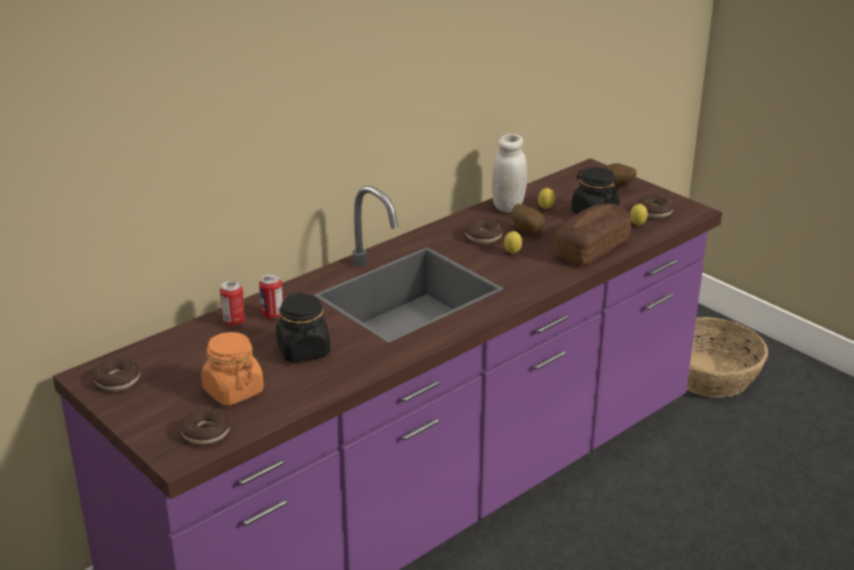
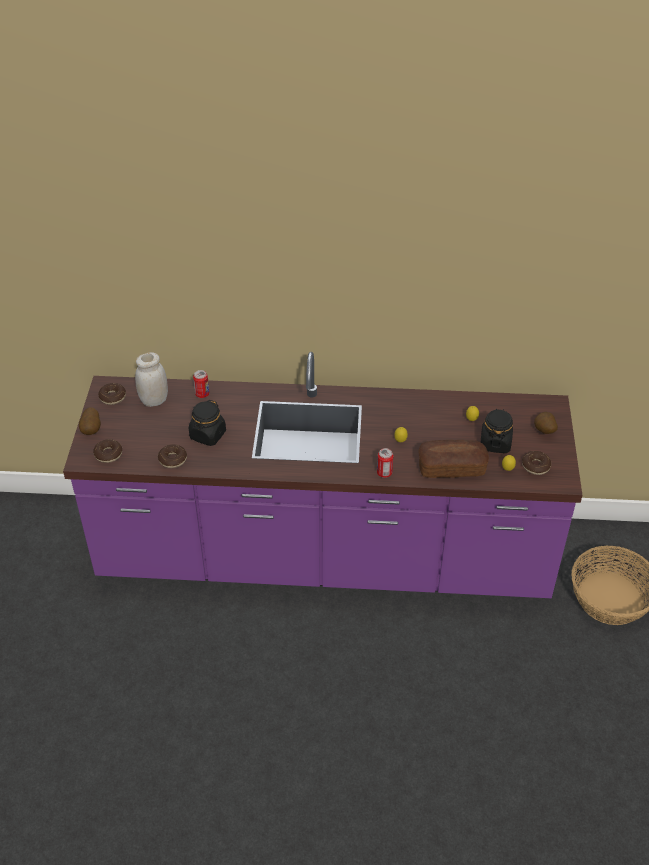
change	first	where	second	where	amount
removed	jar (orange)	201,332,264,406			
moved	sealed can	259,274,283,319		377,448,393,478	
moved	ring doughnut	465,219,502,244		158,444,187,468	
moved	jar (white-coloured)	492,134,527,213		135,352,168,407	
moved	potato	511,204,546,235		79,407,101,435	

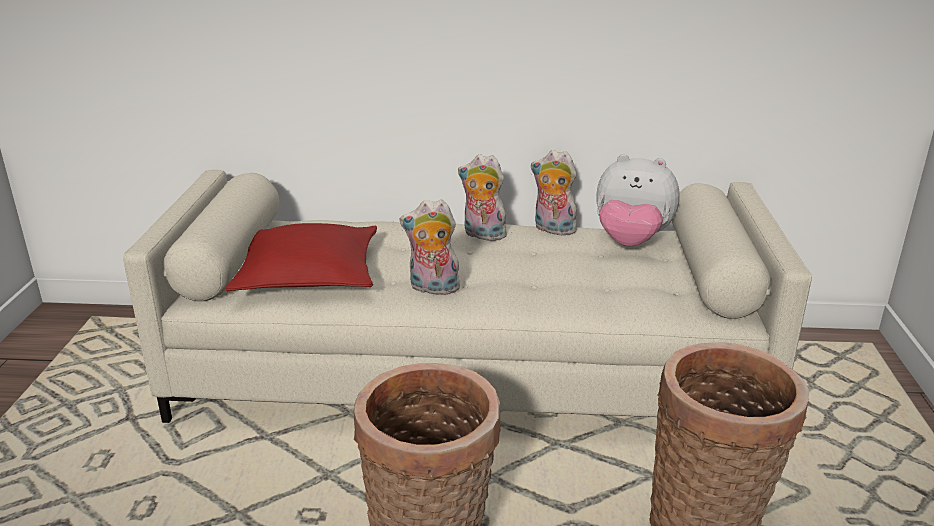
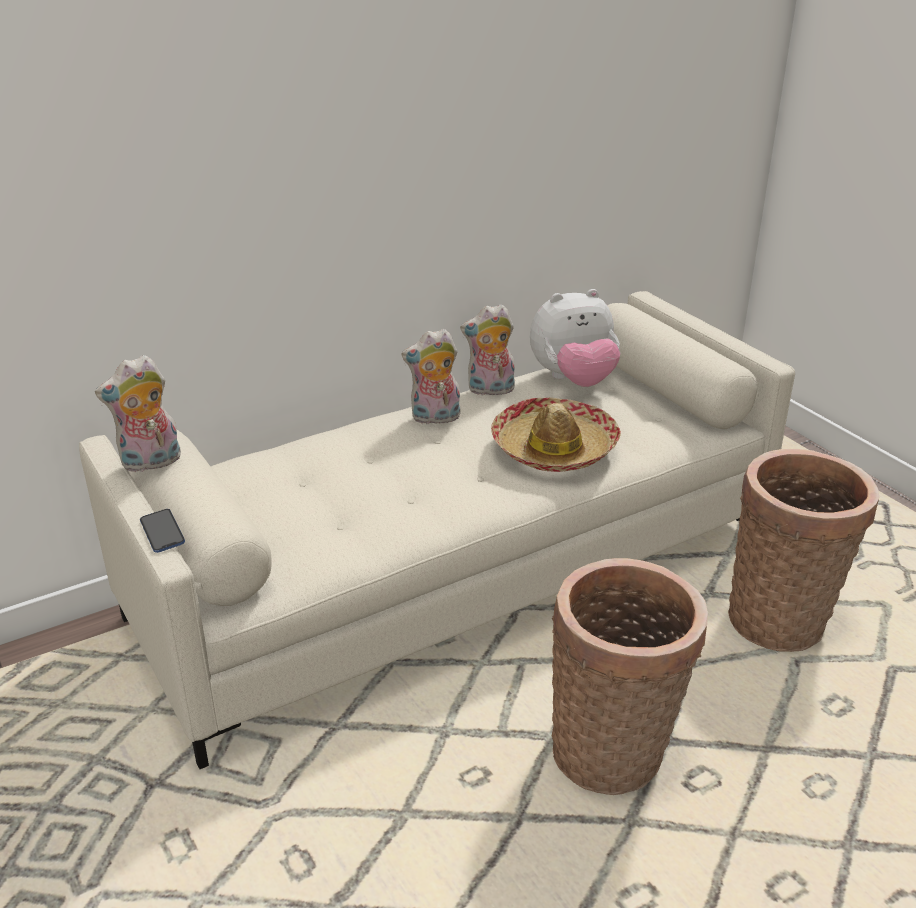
change	first	where	second	where	amount
removed	pillow (reddish)	226,223,377,291			
added			phone	140,509,185,553	
added			wearable hat	491,397,621,472	
moved	cuddly toy	400,199,462,295		95,355,181,472	

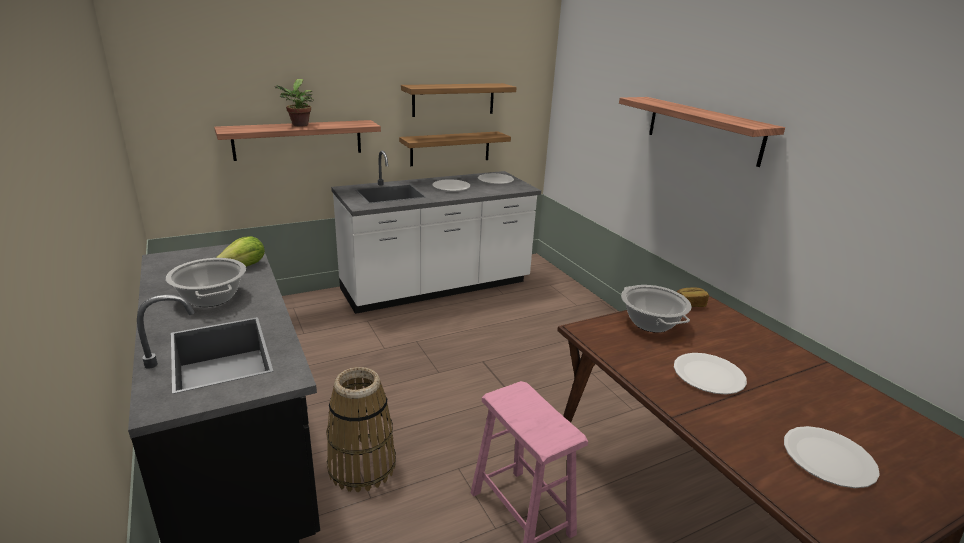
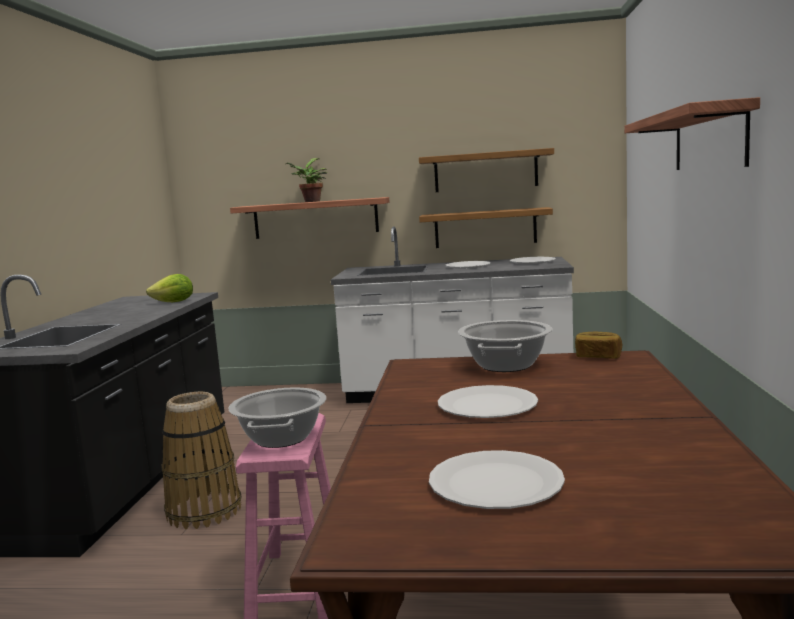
change	first	where	second	where	amount
moved	saucepot	166,258,246,307		228,387,326,448	

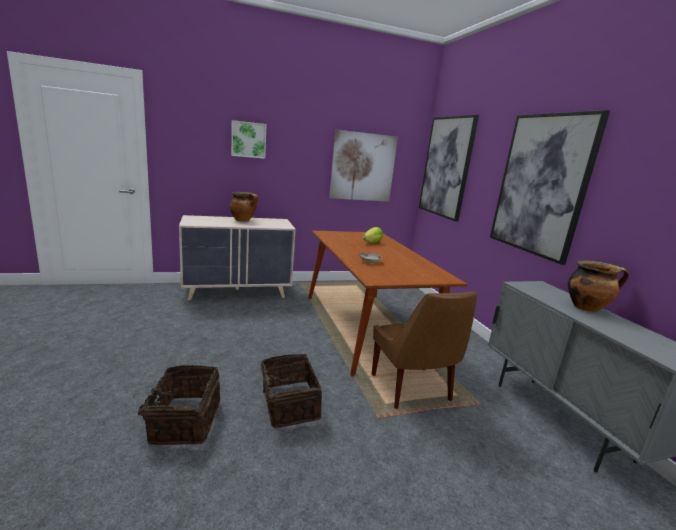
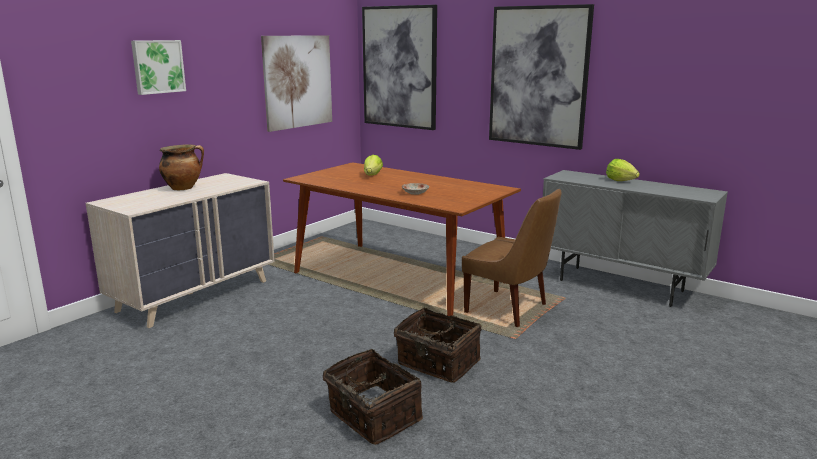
change	first	where	second	where	amount
replaced	saucepot	568,260,629,312	lettuce	606,159,640,181	

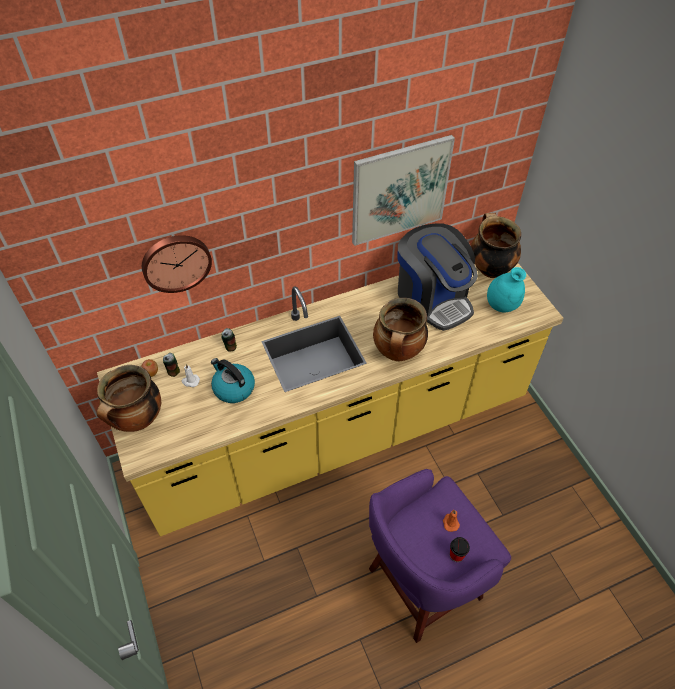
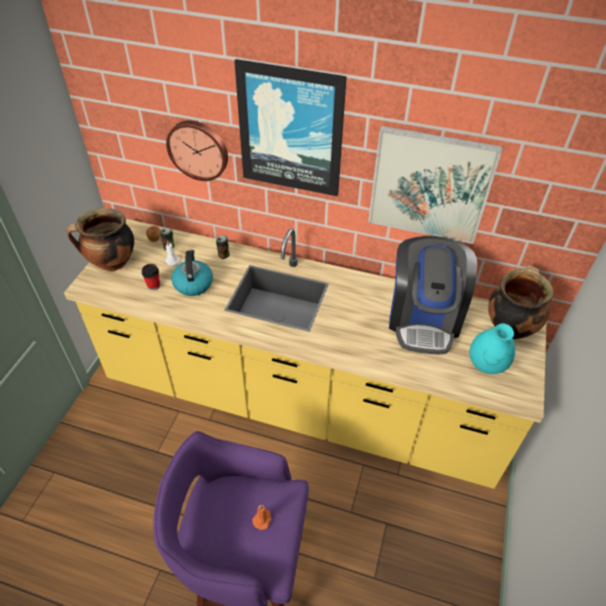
change	first	where	second	where	amount
removed	saucepot	373,298,428,361			
added			wall art	234,59,347,196	
moved	small cup	450,537,470,562		142,264,160,290	

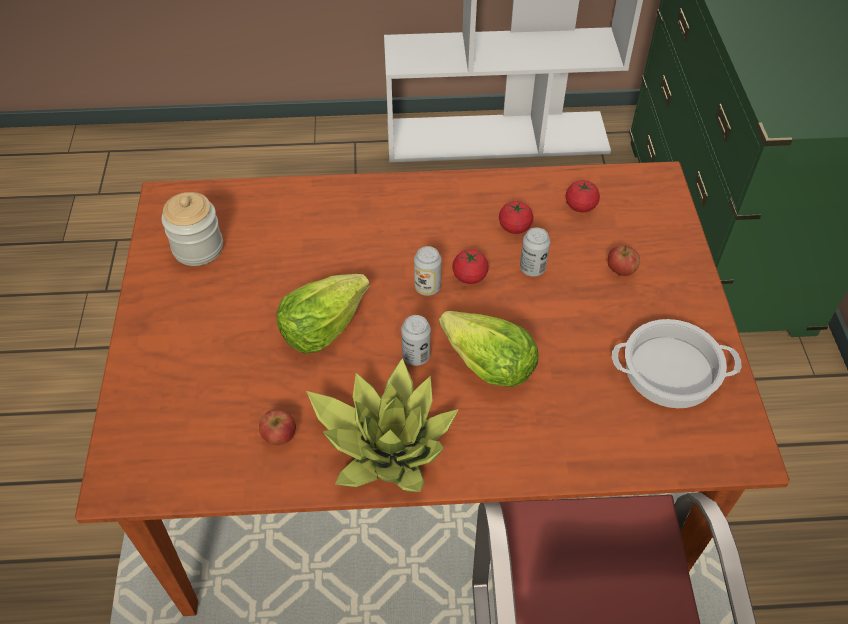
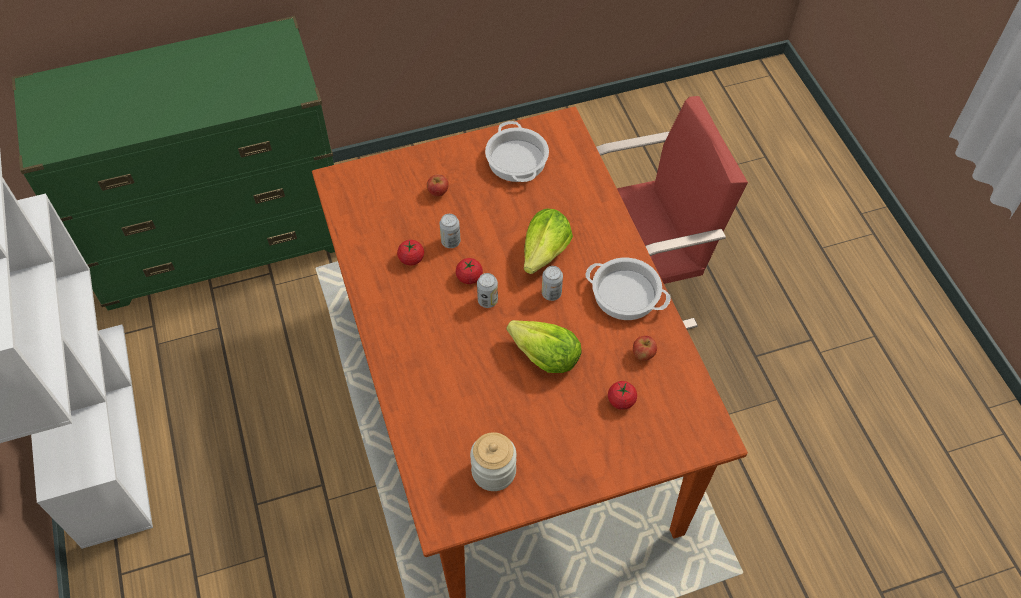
change	first	where	second	where	amount
moved	whole tomato	566,180,600,212		608,381,637,410	
replaced	plant in a pot	306,358,458,492	saucepot	586,258,671,320	

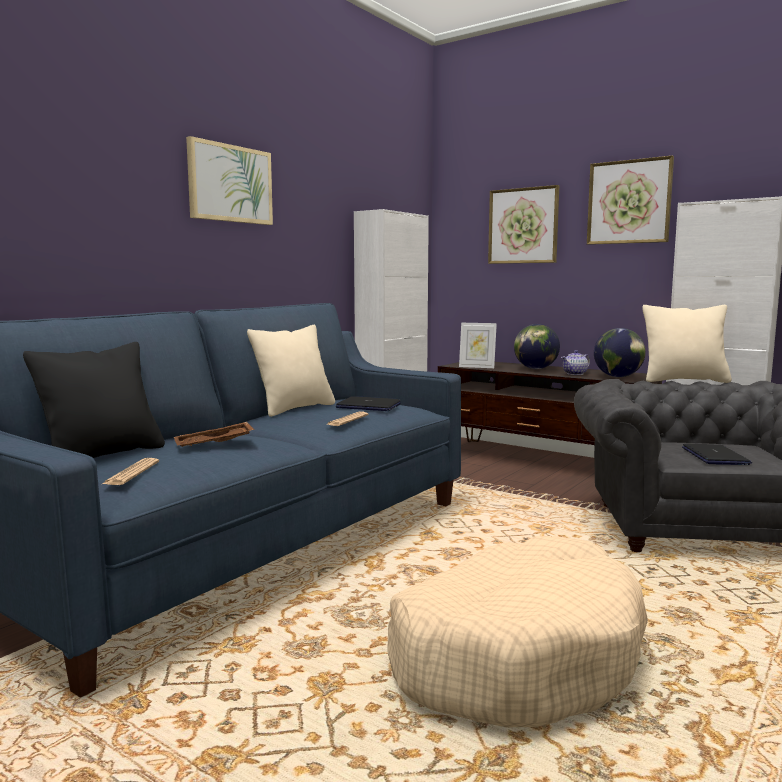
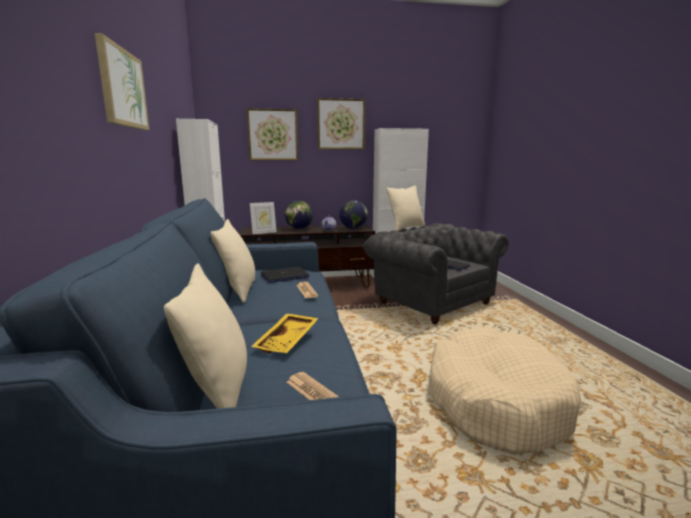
change	first	where	second	where	amount
recoloured	pillow (black-coloured)	23,342,165,458	pillow (beige-coloured)	164,264,247,409	
recoloured	serving tray (brownish)	174,422,255,447	serving tray (yellow)	251,313,319,353	

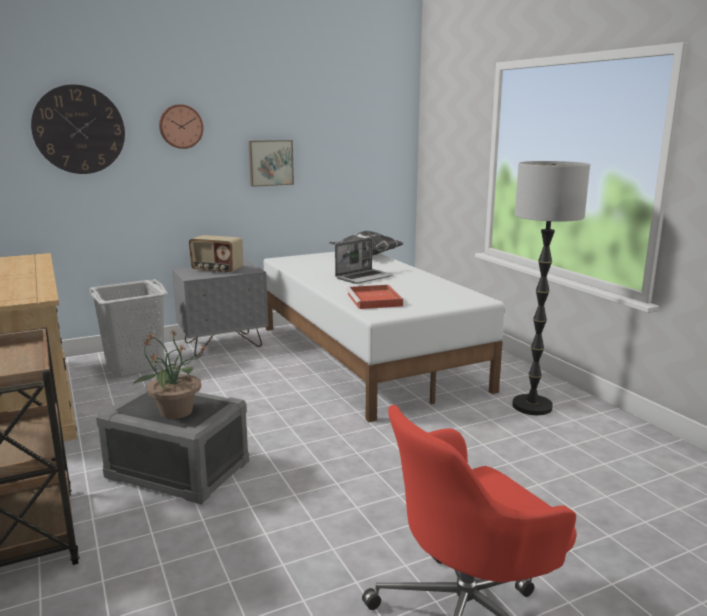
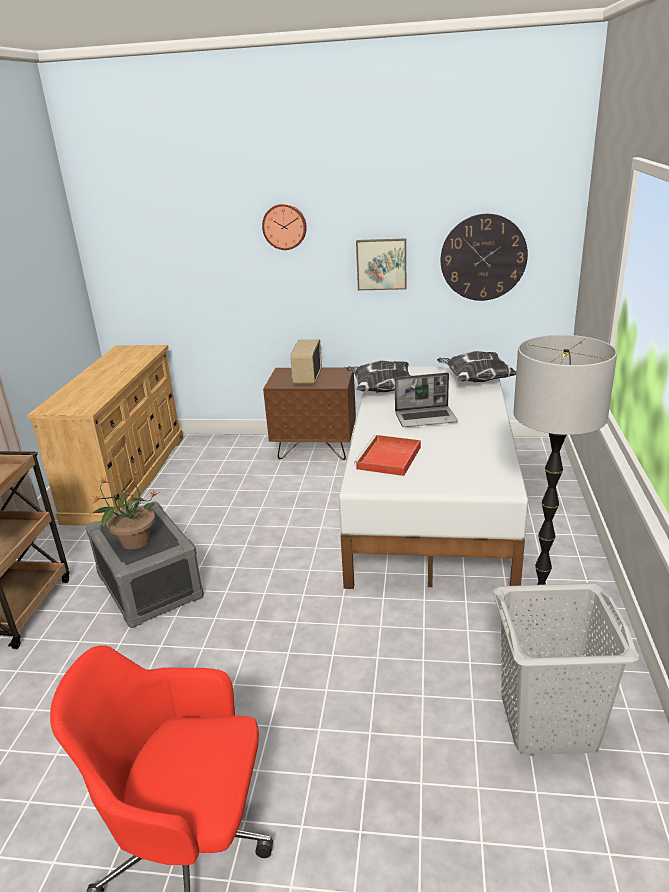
change	first	where	second	where	amount
added			pillow	346,360,410,393	
moved	hanging clock	31,84,125,174		441,214,528,301	
moved	washing basket (greyish)	87,279,168,377		493,583,639,755	
recoloured	nightstand (greyish)	172,261,268,357	nightstand (brownish)	263,367,356,460	
turned	radio	189,235,243,274		290,339,322,385	45 degrees clockwise

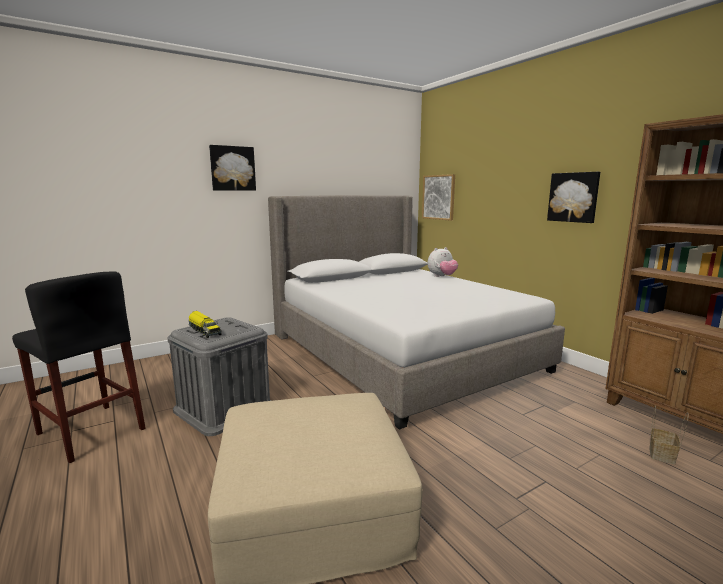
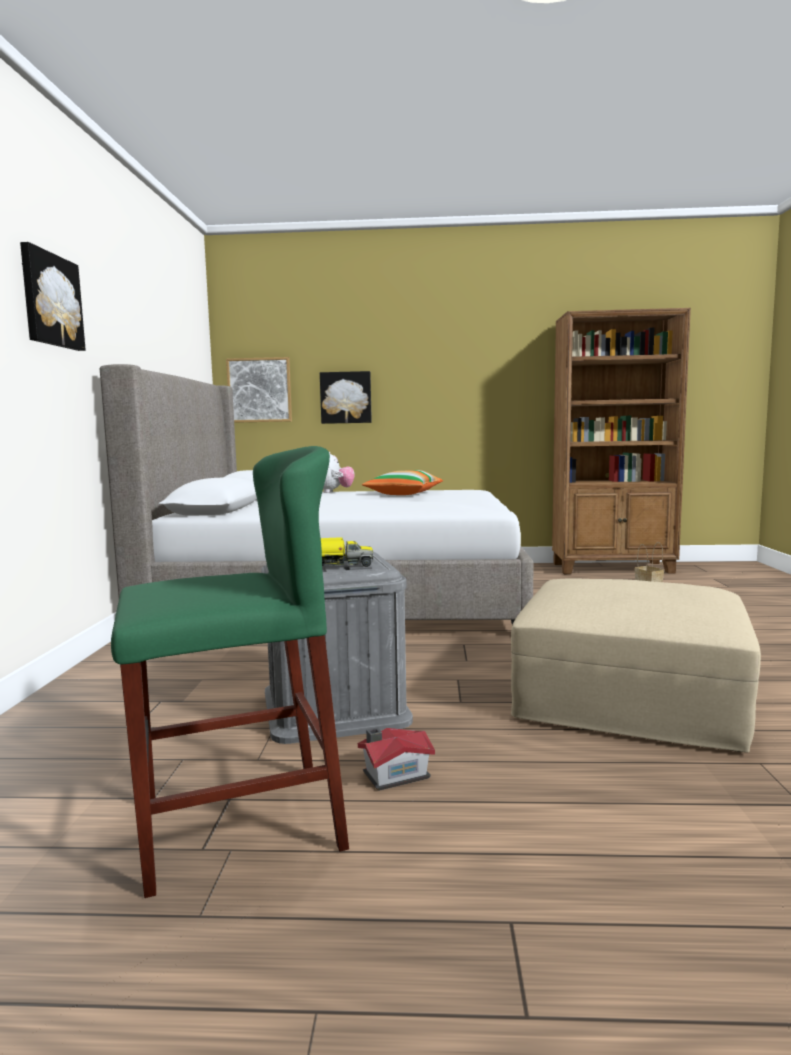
change	first	where	second	where	amount
added			miniature house	358,727,435,791	
added			pillow	362,470,443,495	
moved	wall art	547,172,600,223		320,371,372,424	
recoloured	stool seat (black-coloured)	12,271,146,463	stool seat (green-coloured)	111,446,349,898	

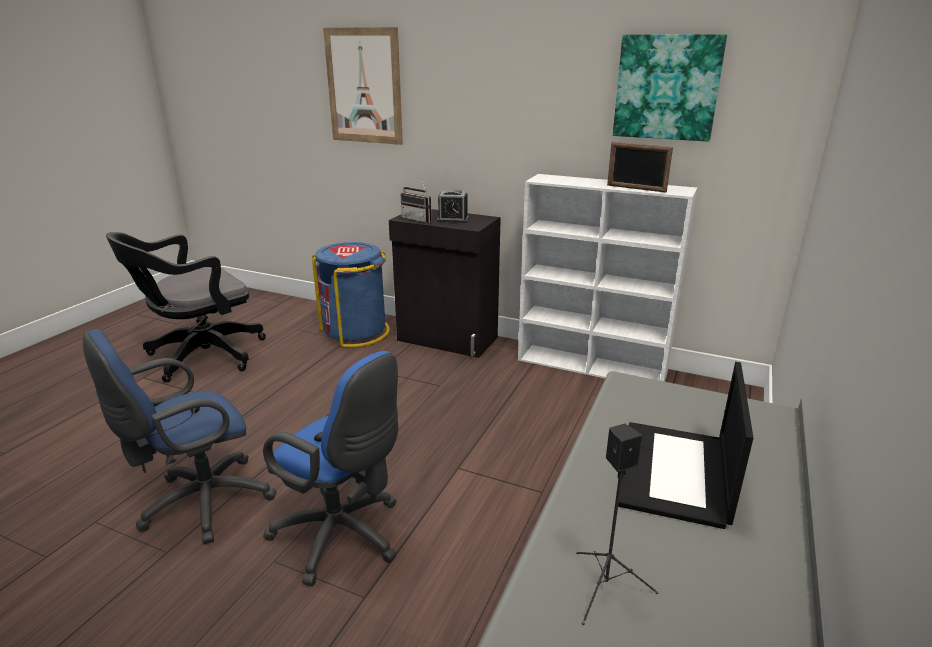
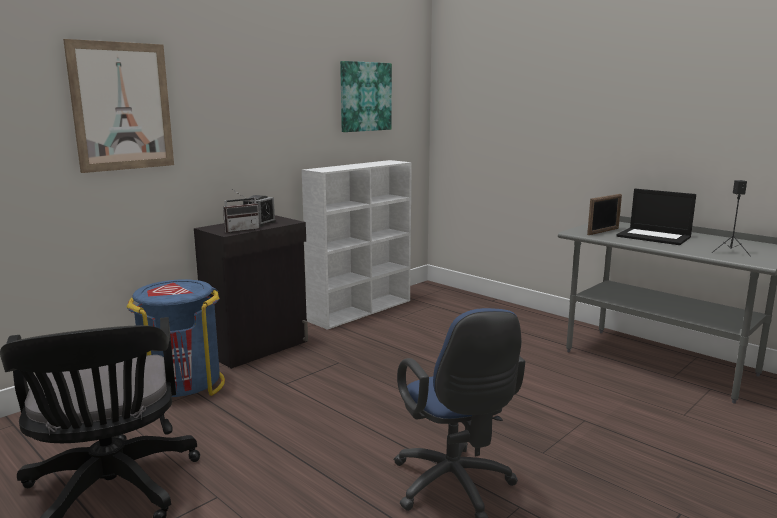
change	first	where	second	where	amount
removed	computer chair (blue-coloured)	263,351,398,586			
moved	standing frame	607,142,673,193		587,194,622,235	

